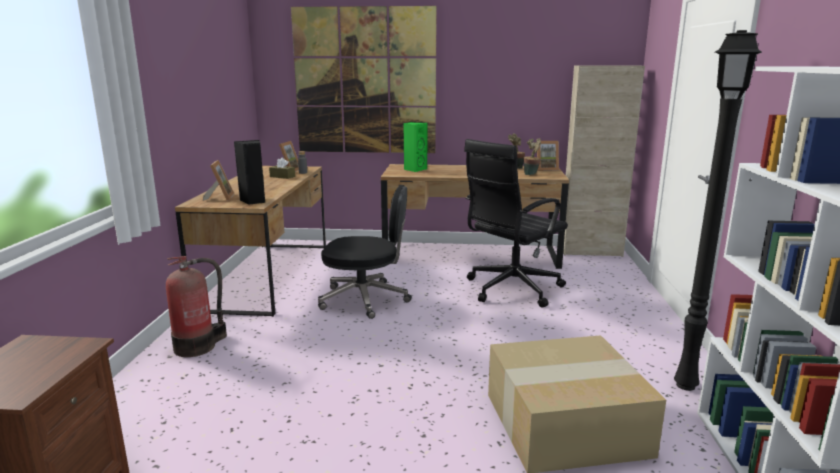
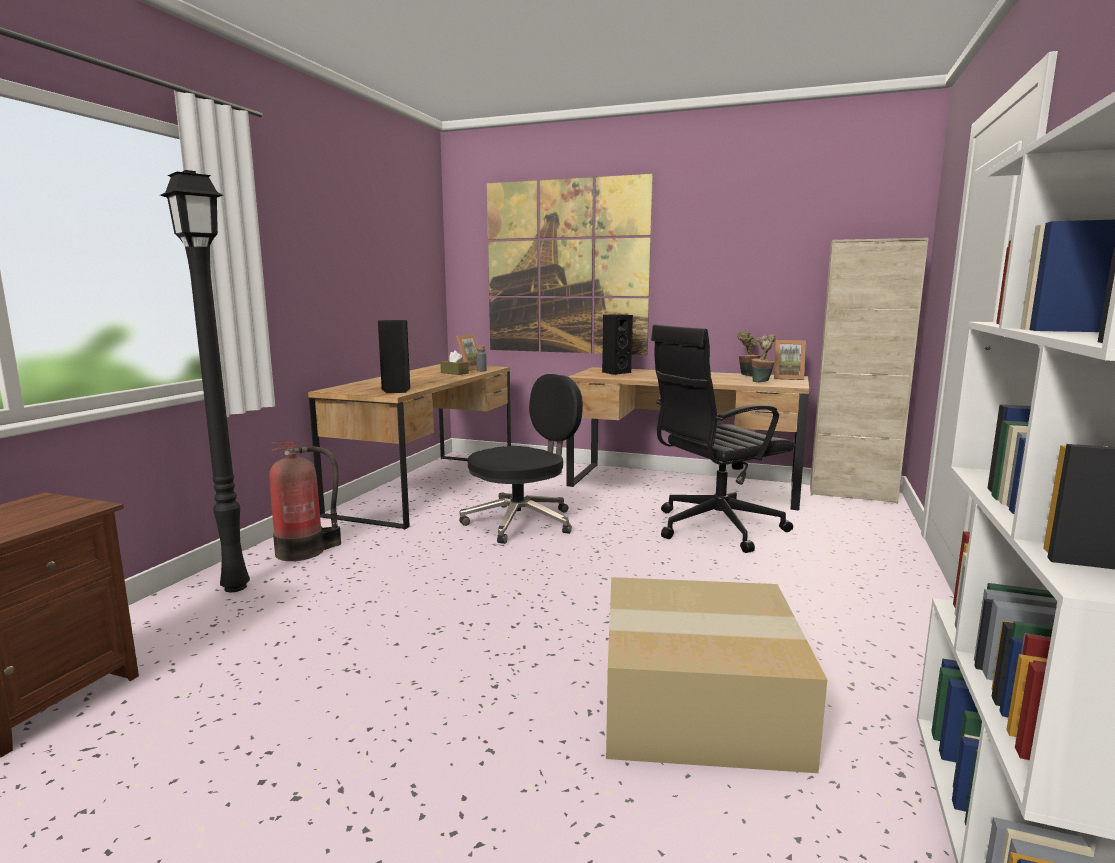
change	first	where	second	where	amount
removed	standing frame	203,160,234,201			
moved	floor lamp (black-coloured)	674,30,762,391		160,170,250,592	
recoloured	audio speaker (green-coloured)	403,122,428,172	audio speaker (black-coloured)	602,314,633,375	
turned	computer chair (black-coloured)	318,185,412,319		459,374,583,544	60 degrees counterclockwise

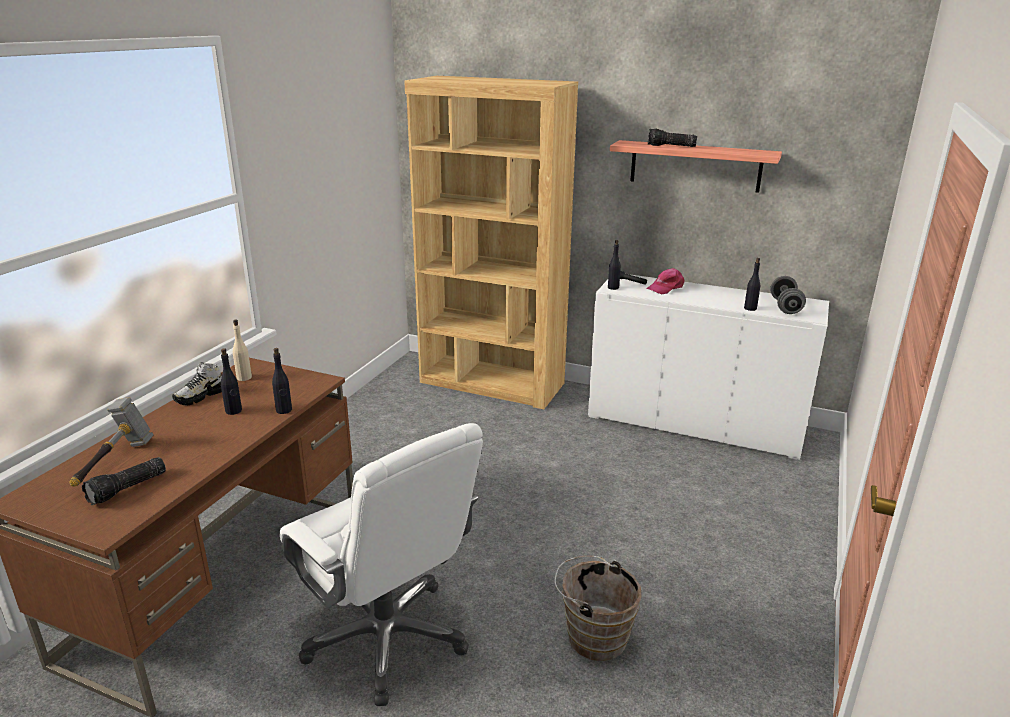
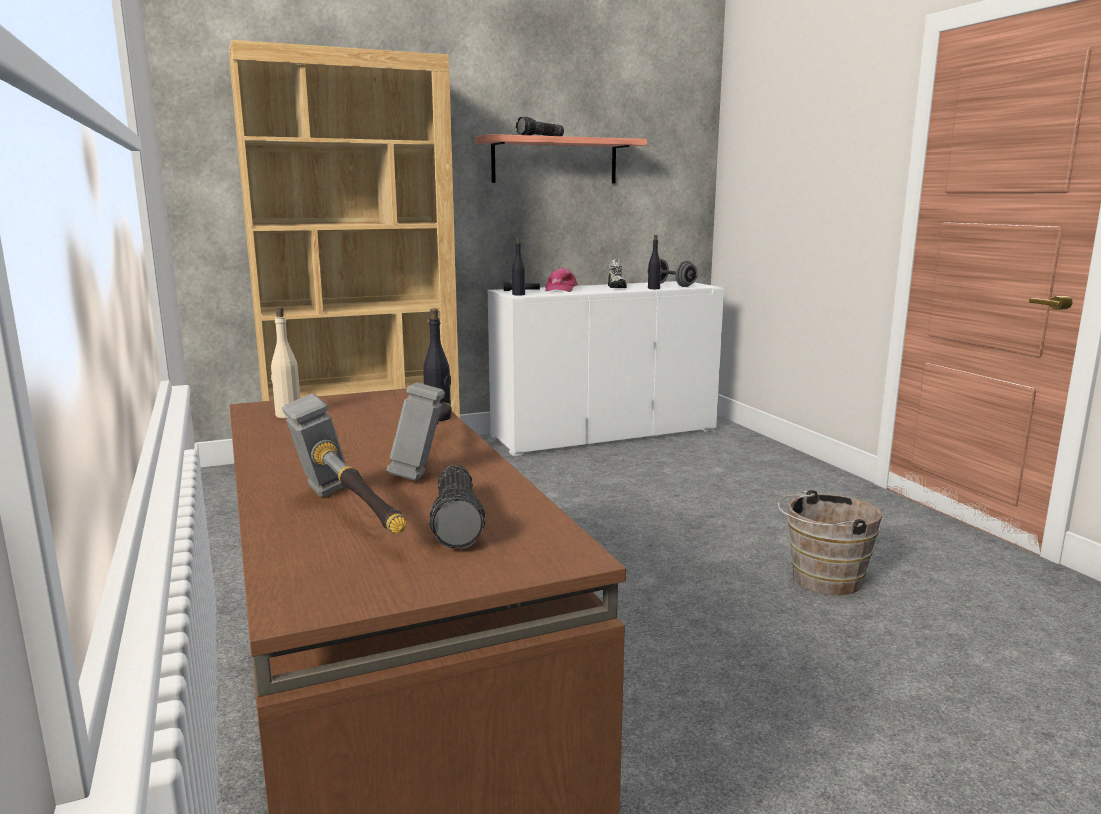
change	first	where	second	where	amount
removed	bottle (black-coloured)	221,348,242,415			
removed	computer chair (white-coloured)	280,423,483,706			
added			hammer	387,382,452,481	
moved	shoe	172,362,222,405		608,259,627,288	

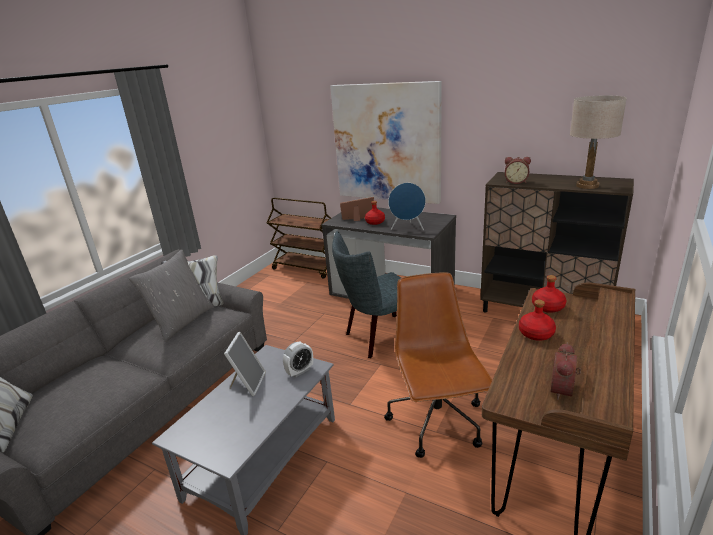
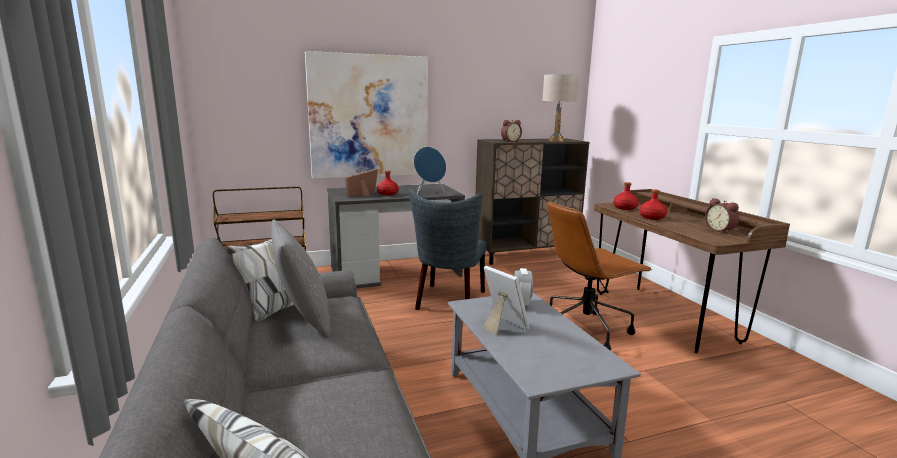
change	first	where	second	where	amount
turned	computer chair (brownish)	384,272,492,458		547,201,652,351	60 degrees counterclockwise

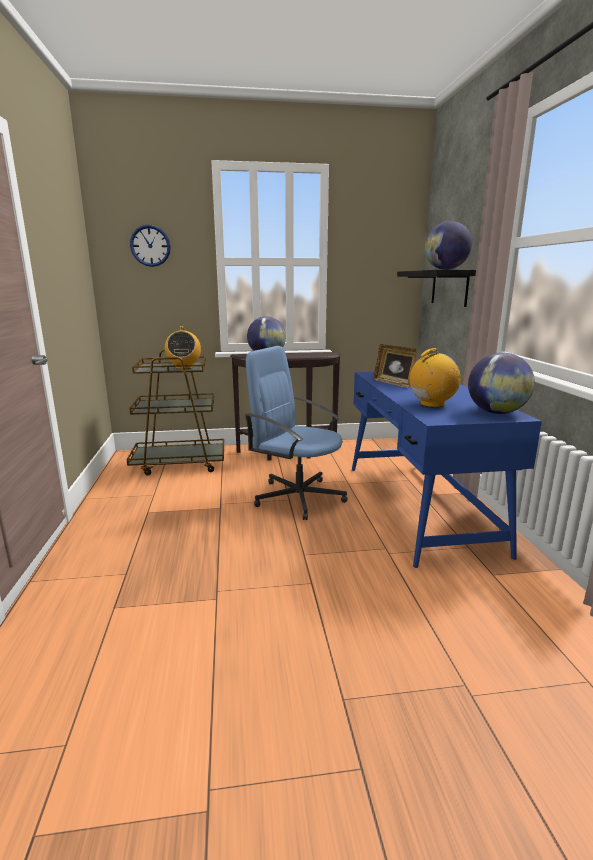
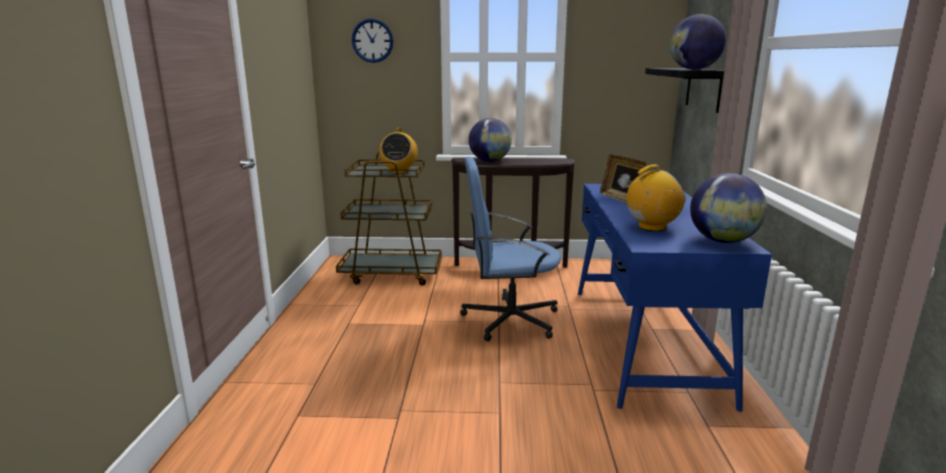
change	first	where	second	where	amount
turned	computer chair (blue-coloured)	245,346,348,520		460,157,561,342	45 degrees counterclockwise

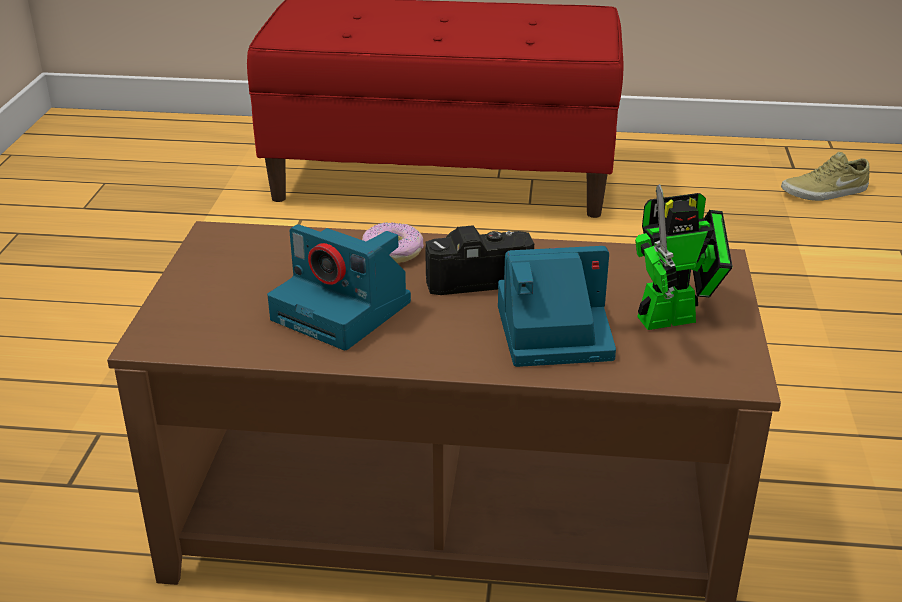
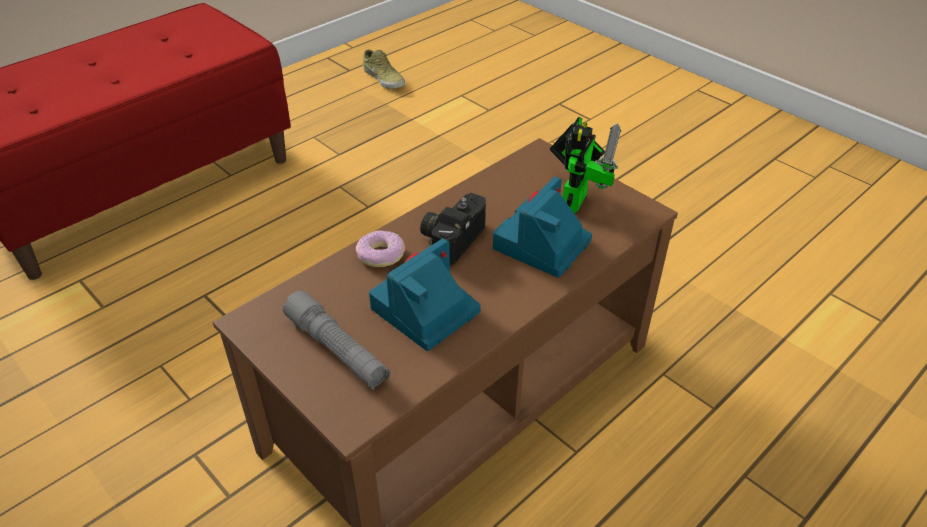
change	first	where	second	where	amount
added			flashlight (greyish)	283,291,391,390	
turned	still camera	267,224,411,350		369,238,481,351	150 degrees clockwise
turned	shoe (beige-coloured)	781,152,869,201		363,50,405,89	60 degrees counterclockwise

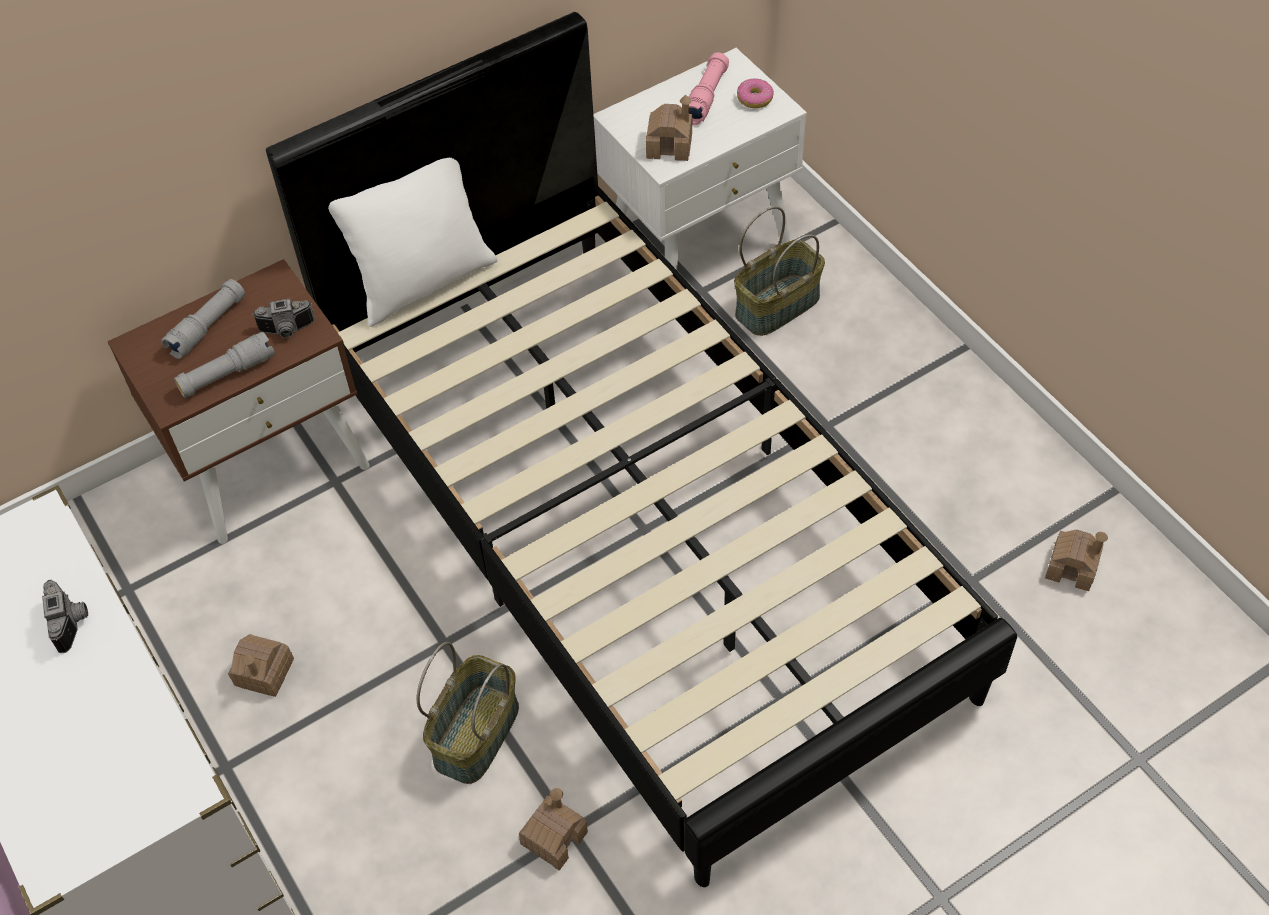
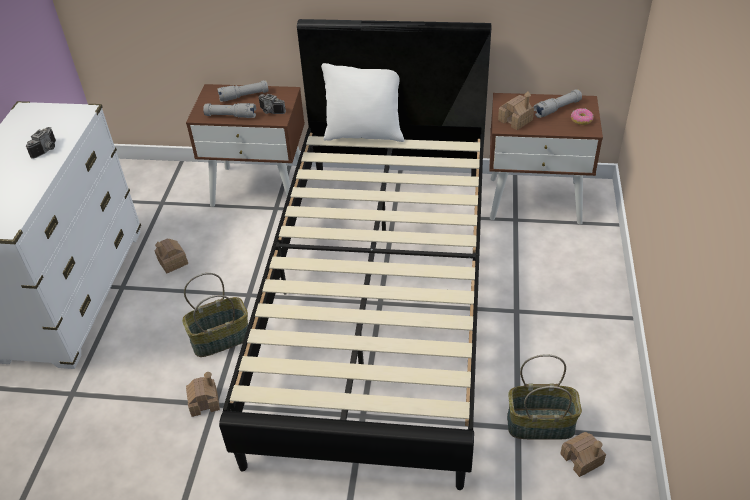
change	first	where	second	where	amount
moved	basket	734,206,825,336		507,354,582,440	
recoloured	nightstand (white-coloured)	593,48,807,270	nightstand (brownish)	489,93,603,224	
recoloured	flashlight (pinkish)	689,52,729,125	flashlight (greyish)	533,89,582,118	

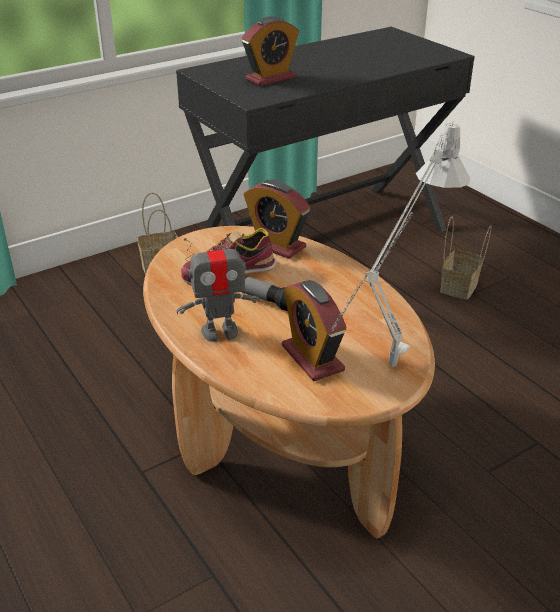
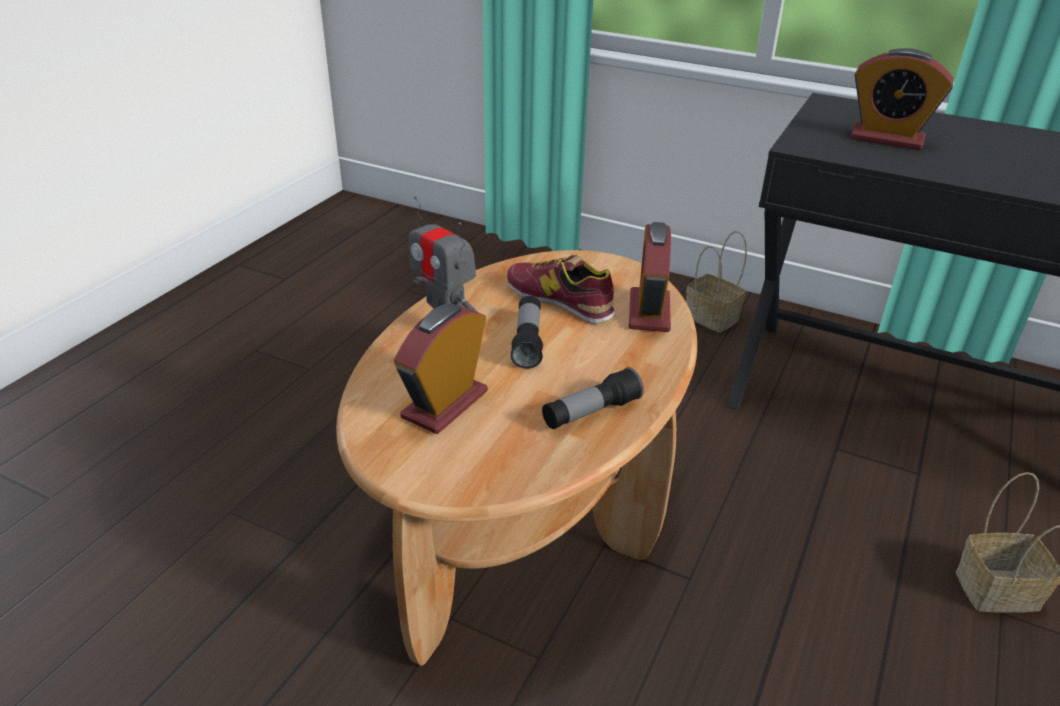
change	first	where	second	where	amount
removed	table lamp (greyish)	331,122,470,367			
added			flashlight	542,367,644,429	

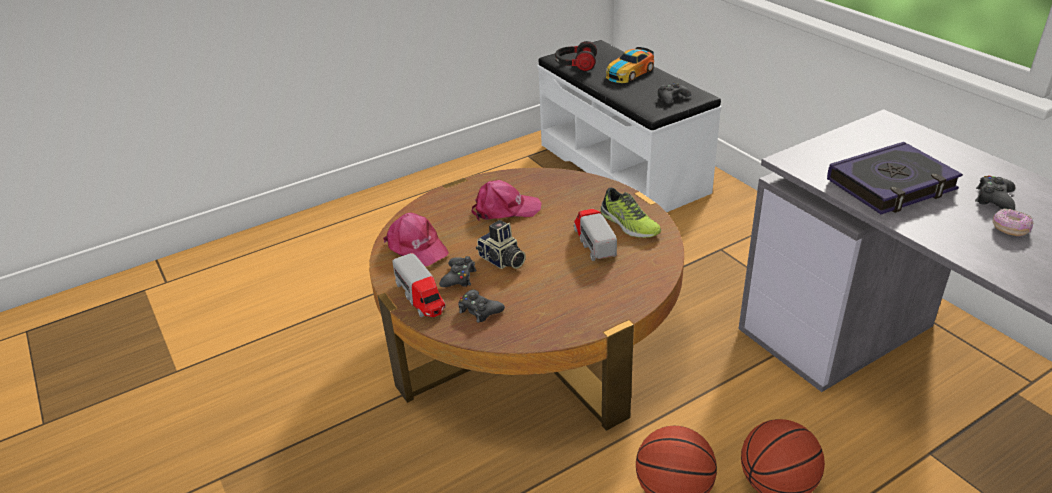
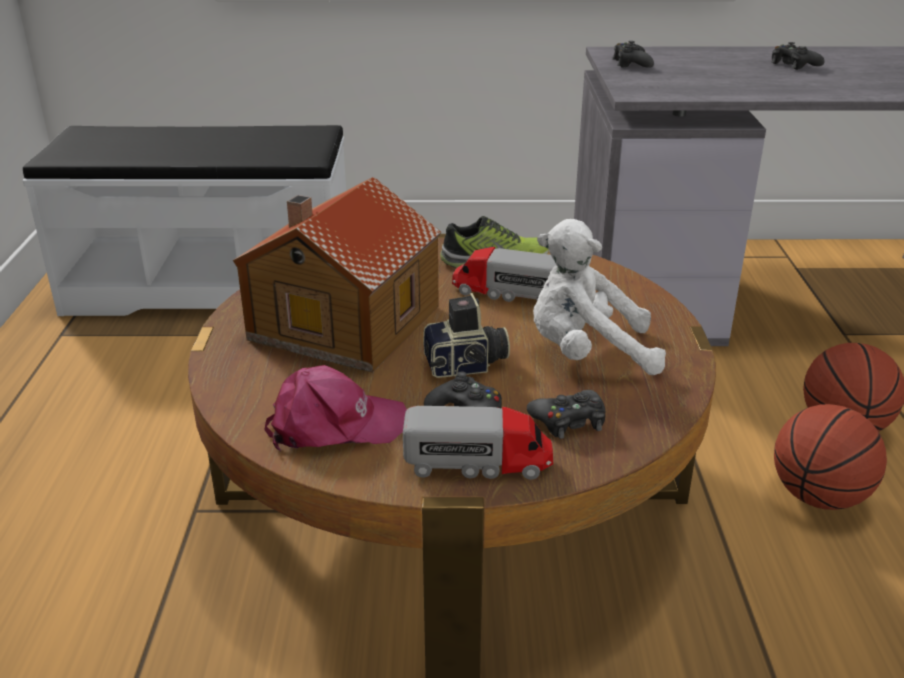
change	first	where	second	where	amount
removed	headset	555,41,597,71			
removed	toy car	606,47,654,83			
removed	book	827,142,963,214			
removed	ring doughnut	993,208,1033,236			
added			cuddly toy (white-coloured)	533,219,666,375	
moved	game controller (black-coloured)	658,82,691,104		612,41,654,68	
replaced	peaked cap (pinkish)	472,180,542,221	miniature house	233,177,441,373	

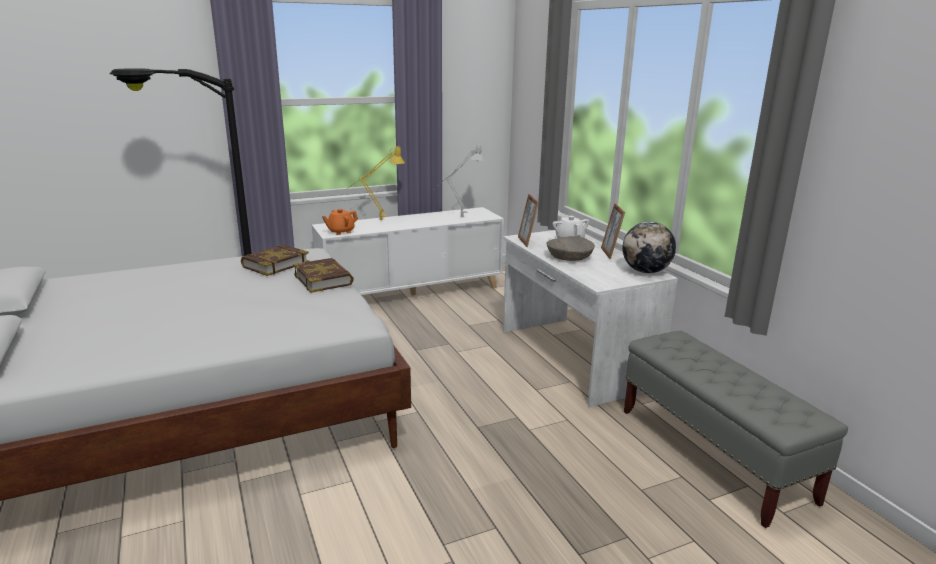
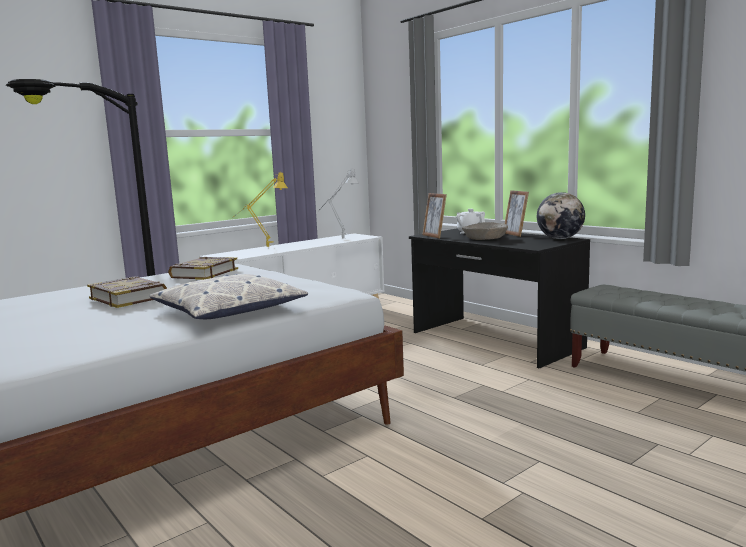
change	first	where	second	where	amount
removed	pot for tea (orange)	322,209,358,235			
added			pillow	150,274,308,319	
moved	book	293,258,354,293		87,276,167,308	
recoloured	desk (white-coloured)	503,230,678,407	desk (black-coloured)	409,228,590,369	

